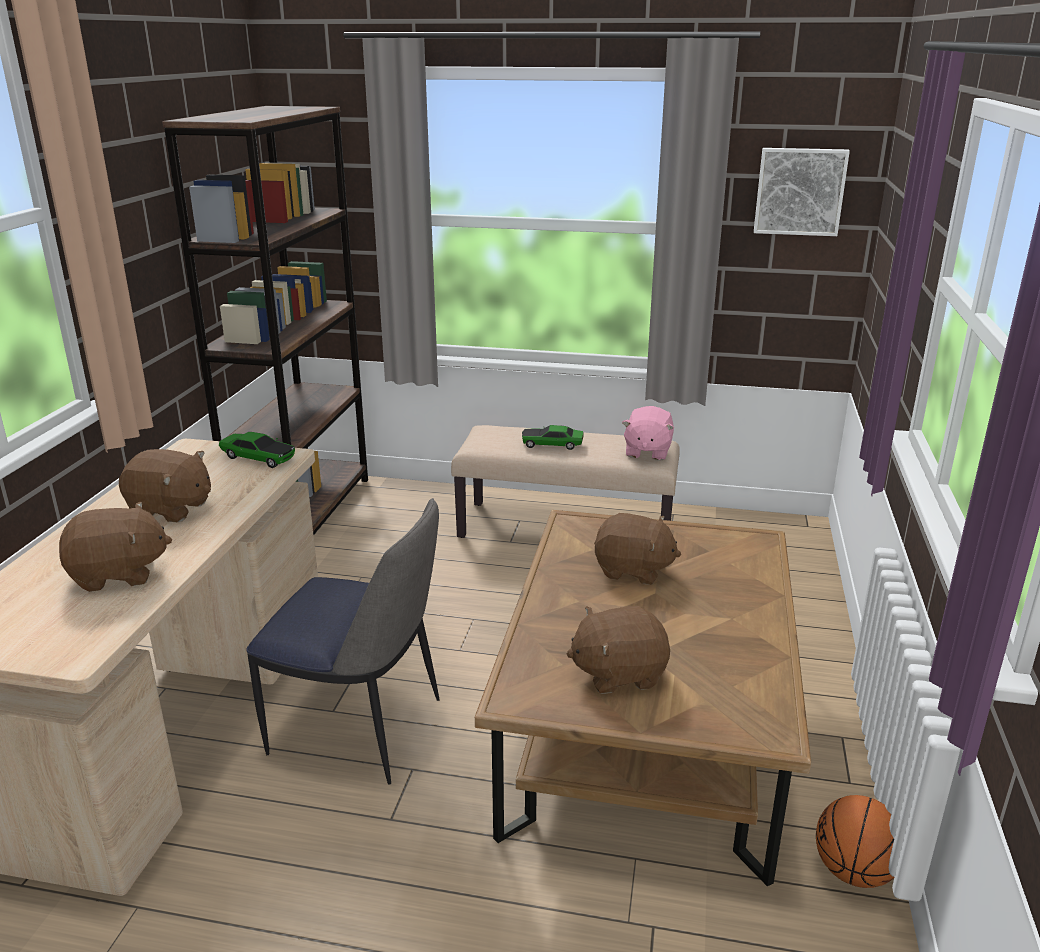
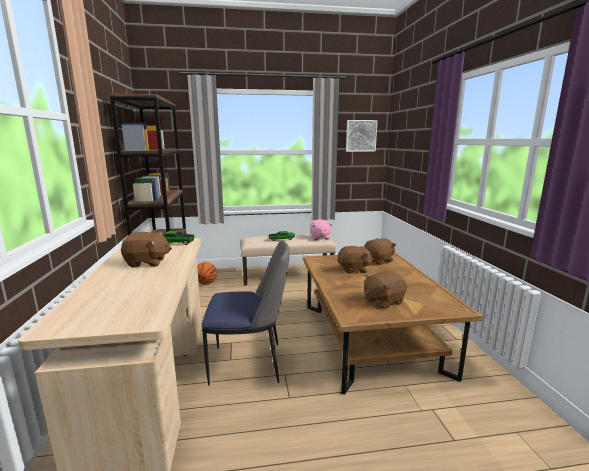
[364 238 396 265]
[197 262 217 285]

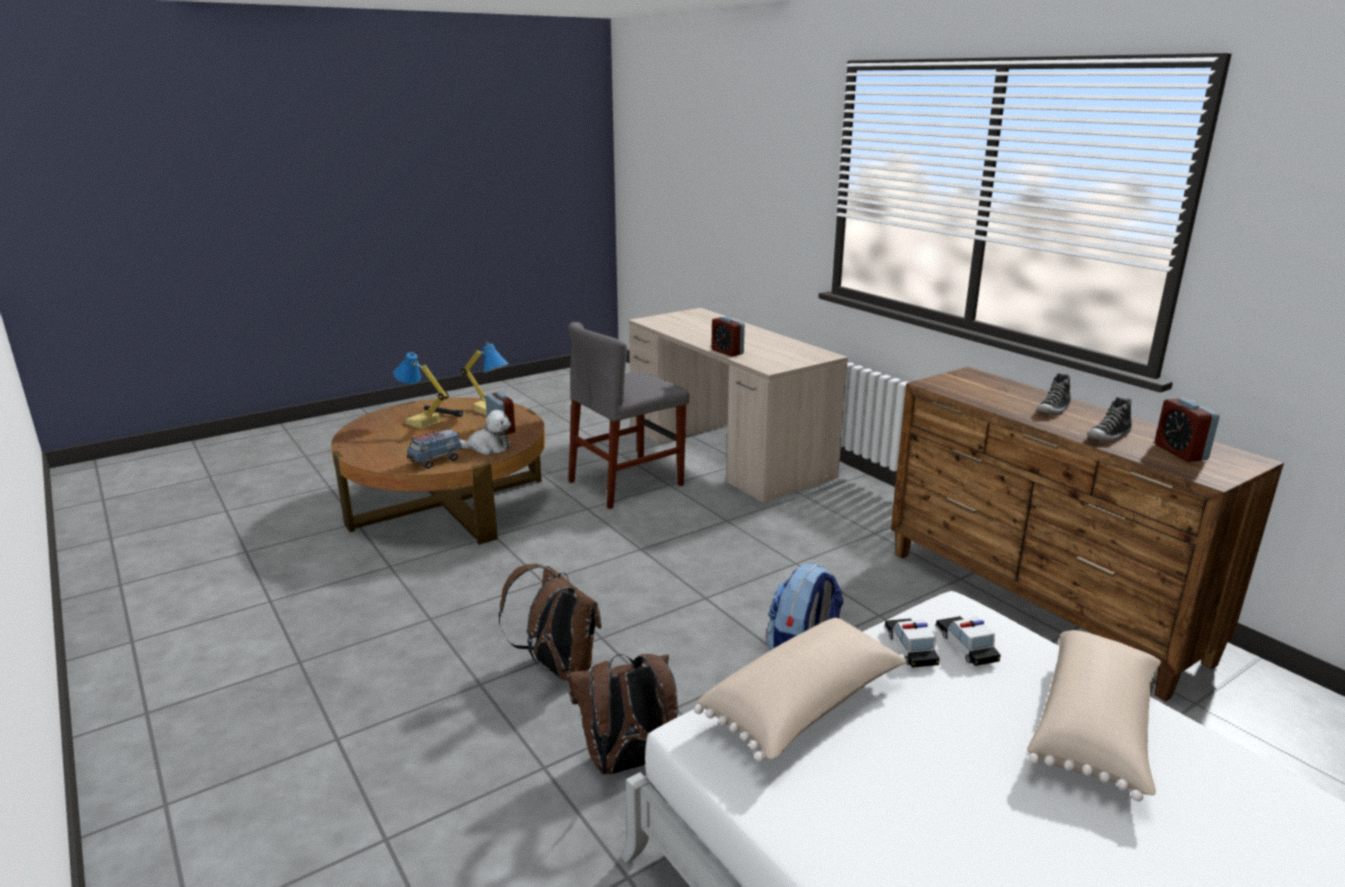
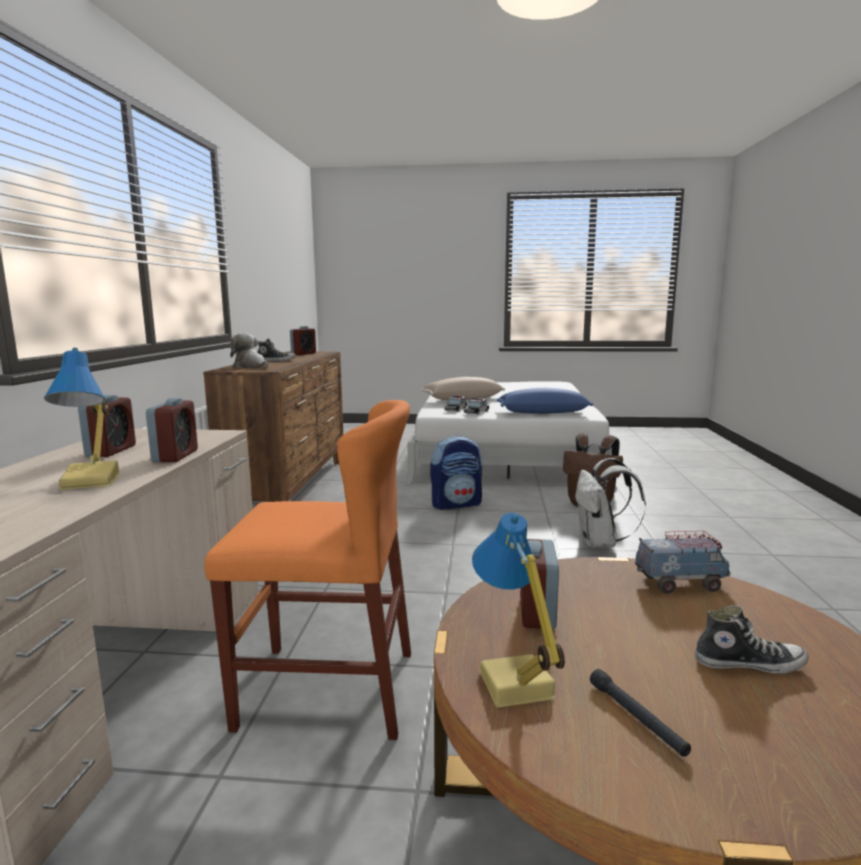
[204 400 411 740]
[44 348 120 490]
[695 605 809 674]
[230 333 268 369]
[575 458 646 547]
[497 388 593 414]
[78 395 136 457]

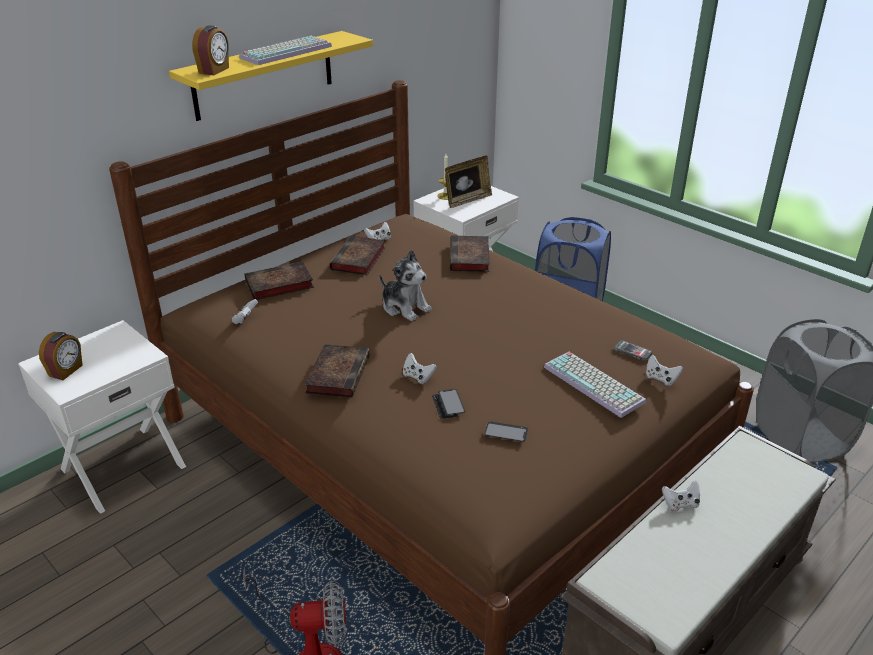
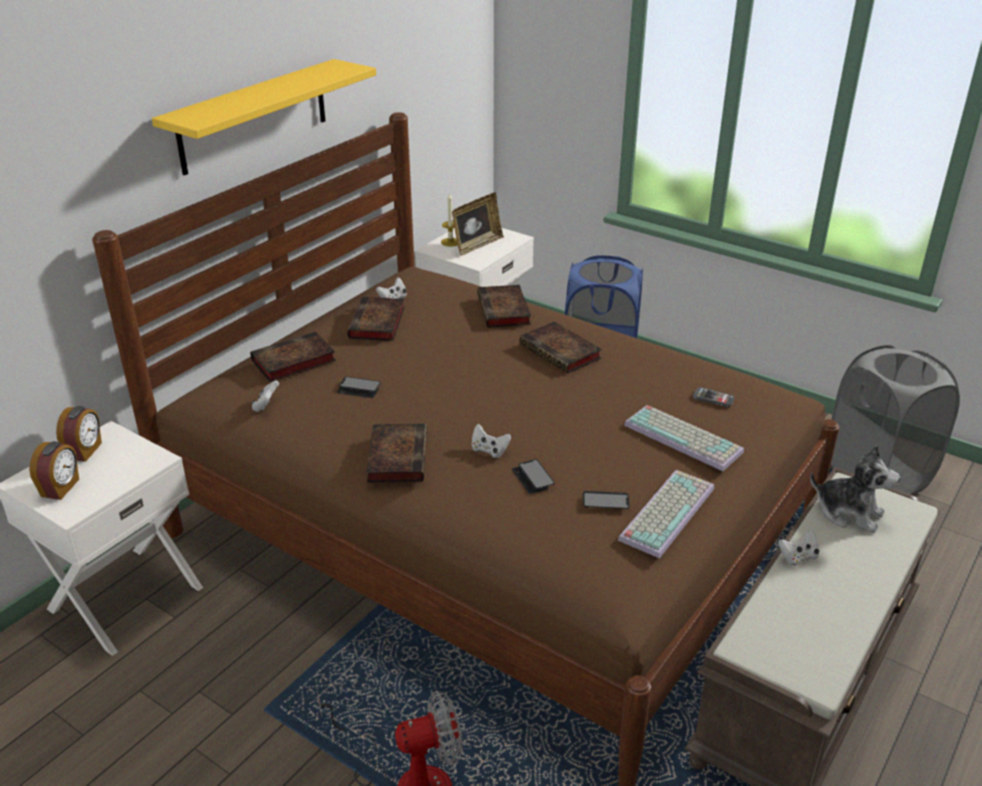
[56 406 102 462]
[618 470 714 558]
[810 445 900 533]
[646 355 683 386] (first image)
[520 322 602 374]
[337 377 381 398]

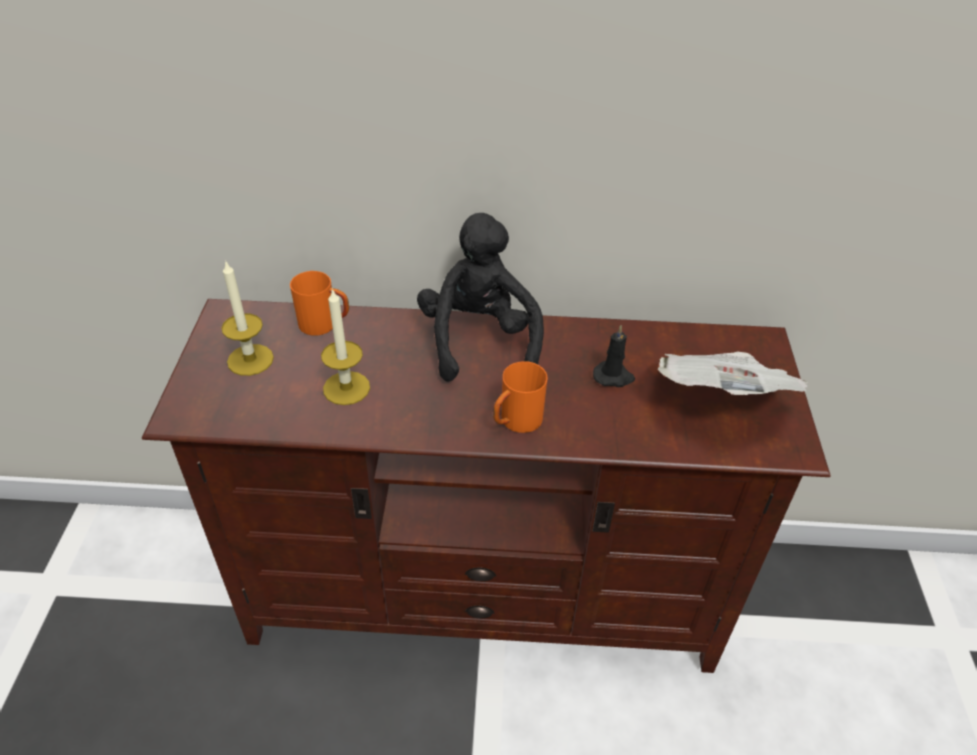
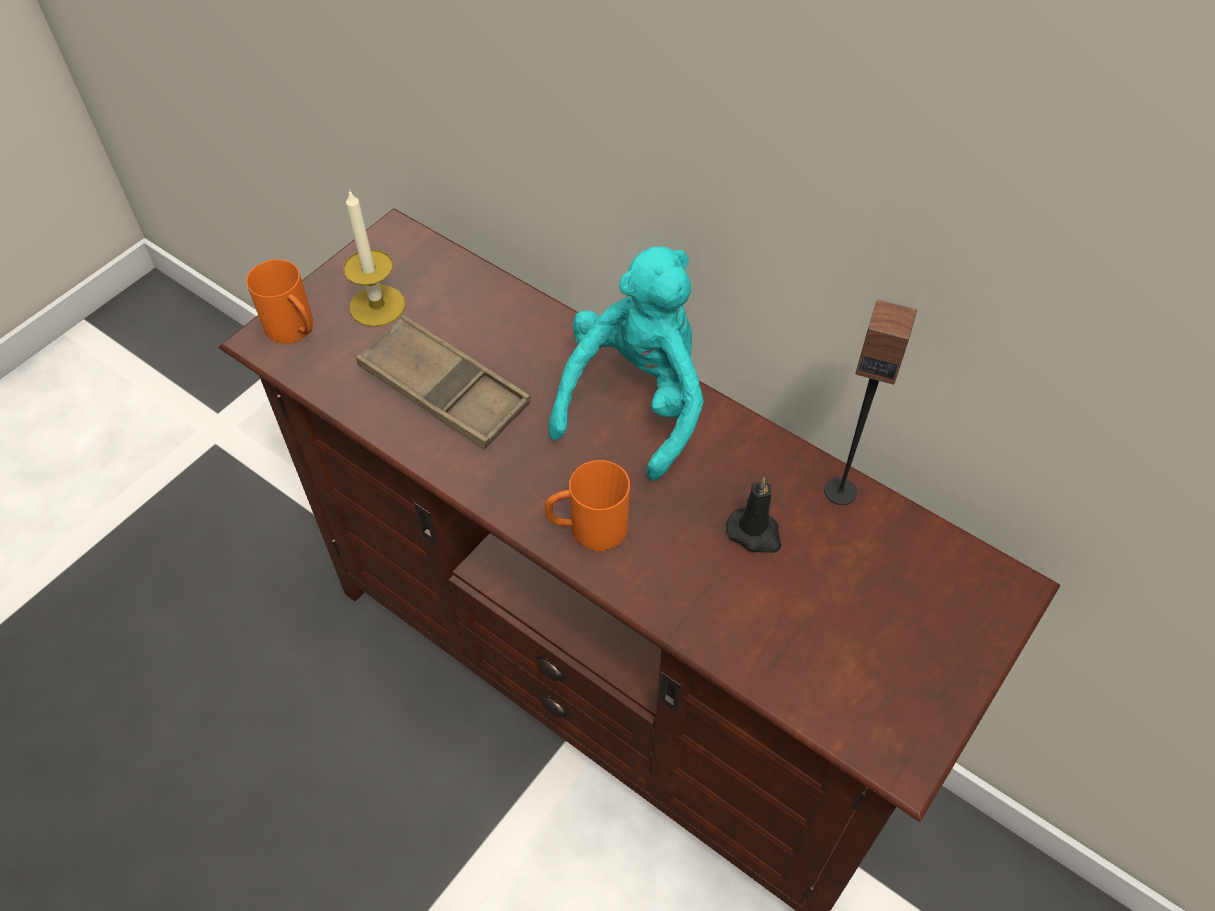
[548 247 704 481]
[246 259 313 344]
[356 315 530 450]
[657 352 808 395] (first image)
[824 299 917 505]

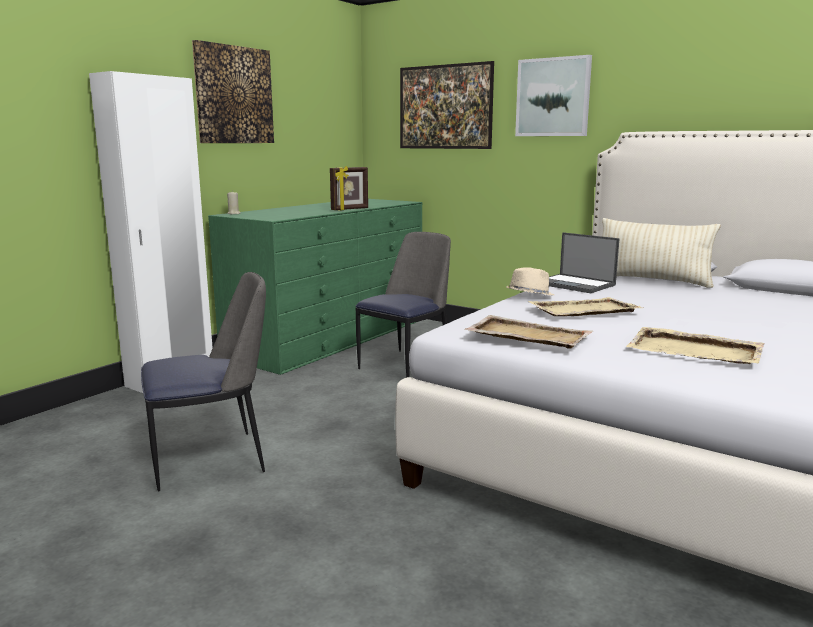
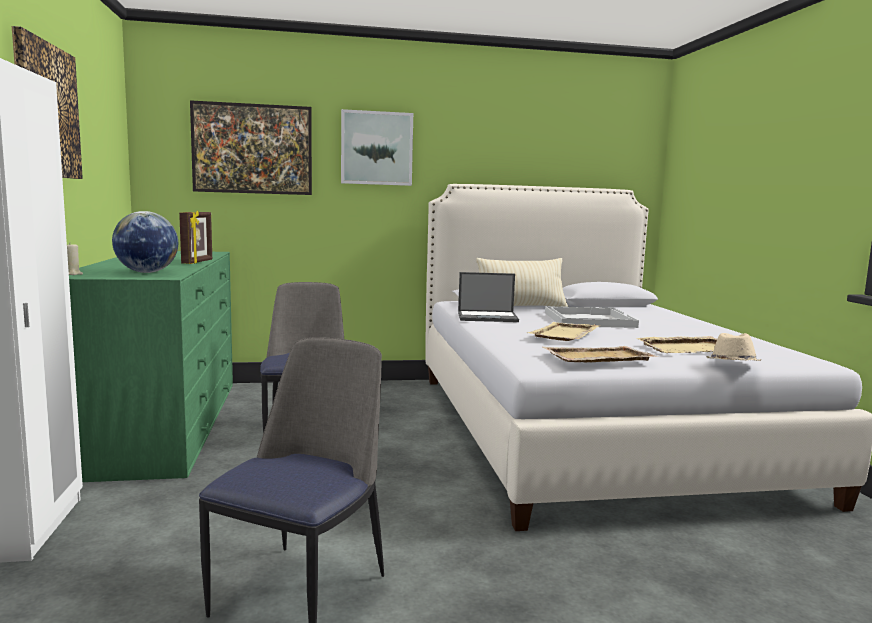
[706 333 761 361]
[112 211 178 273]
[545 306 639 328]

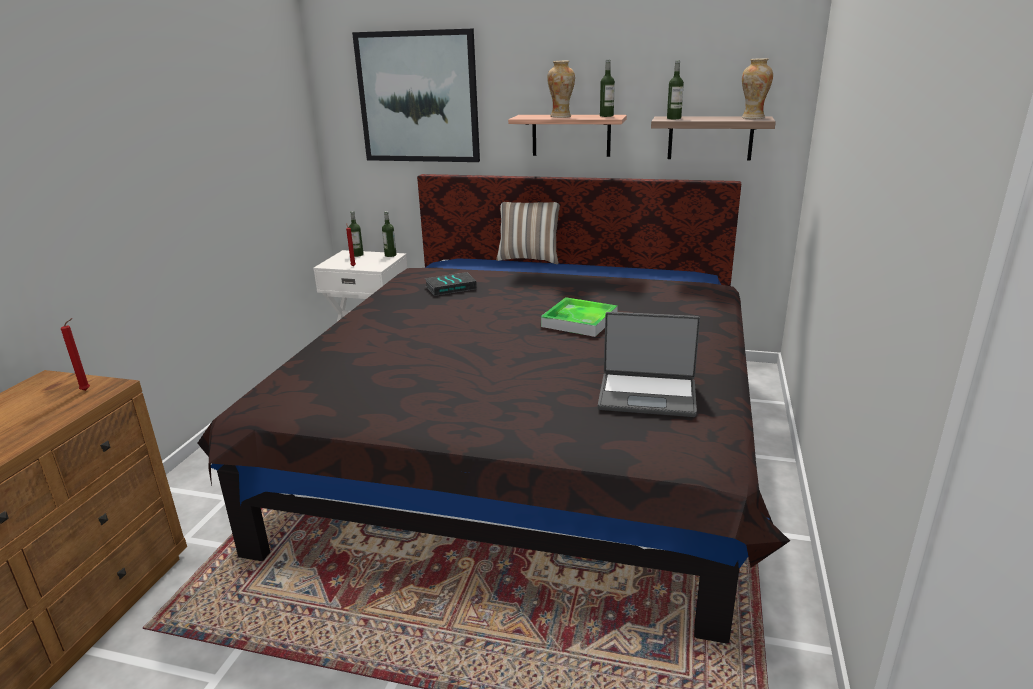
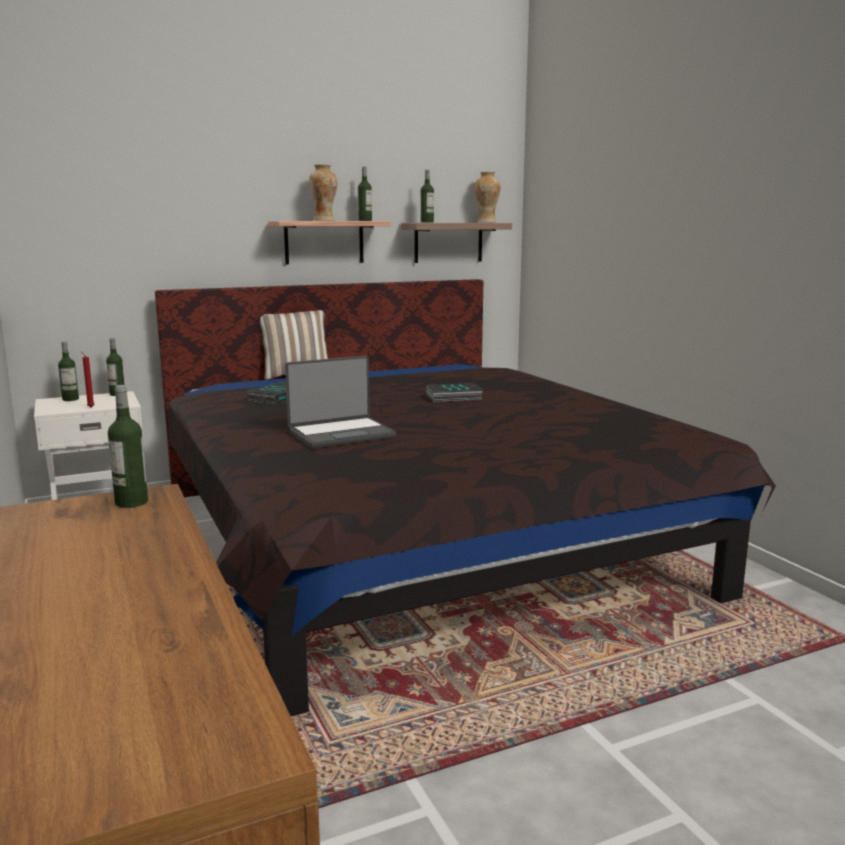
[352 29 480 162] (first image)
[426 383 483 402]
[285 356 396 449]
[108 385 148 508]

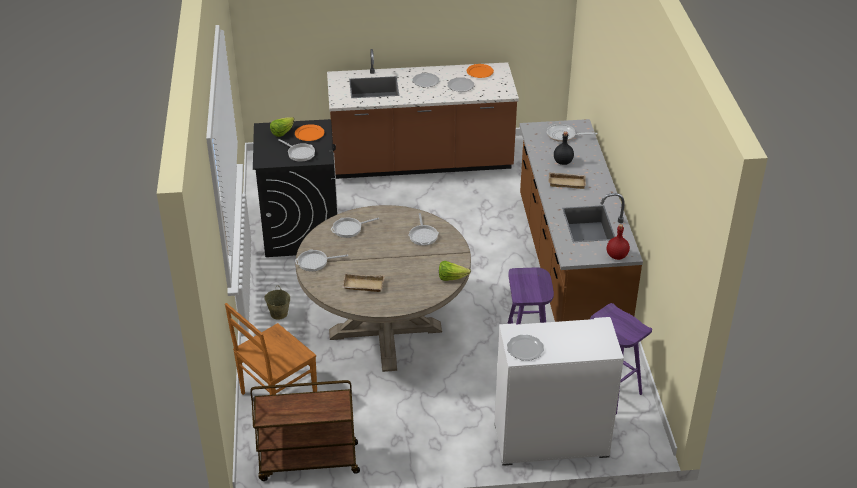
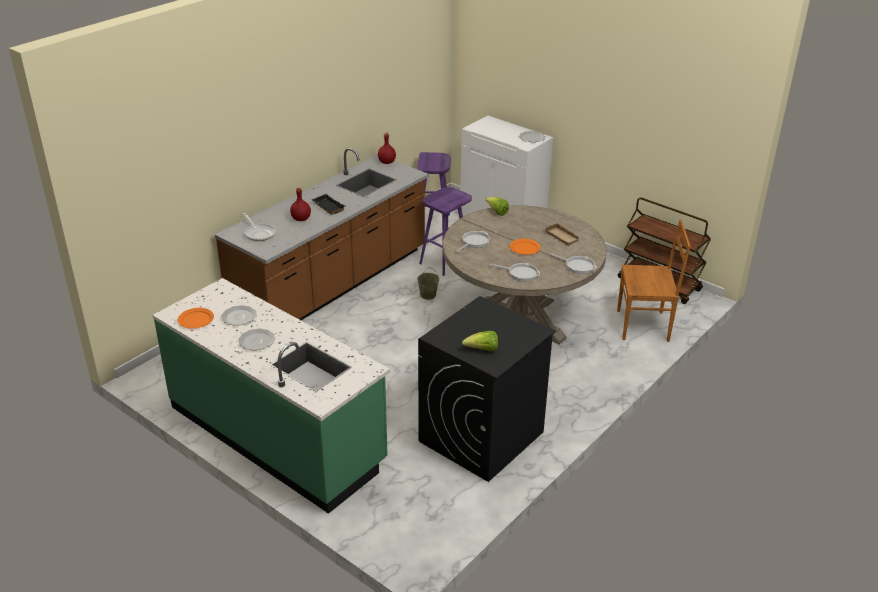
[152 278 390 514]
[510 239 541 255]
[290 187 311 221]
[278 139 315 162] (first image)
[312 194 345 215]
[417 268 439 300]

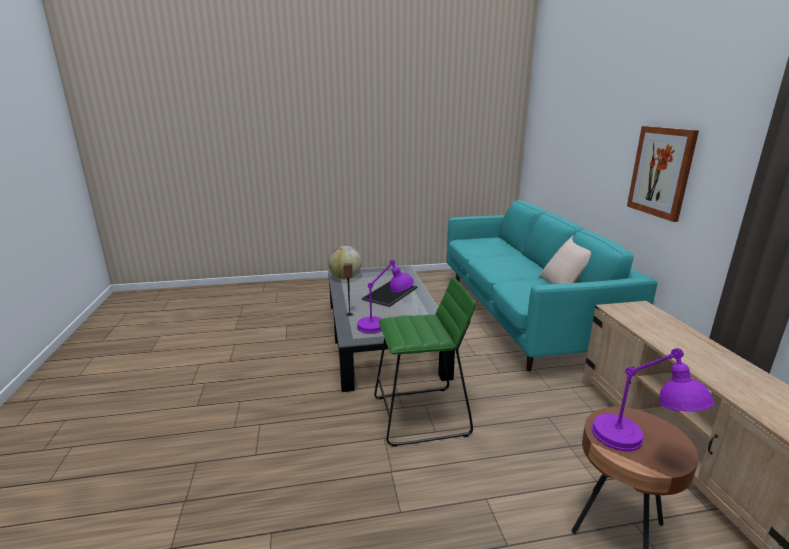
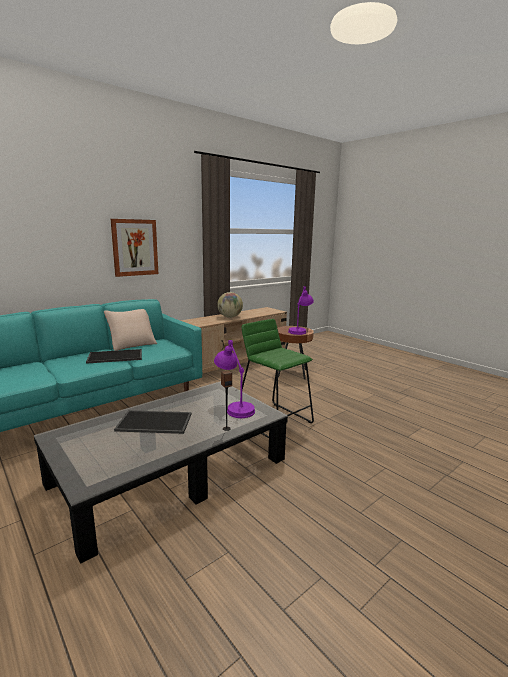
[217 292 243 318]
[86 349 142 364]

